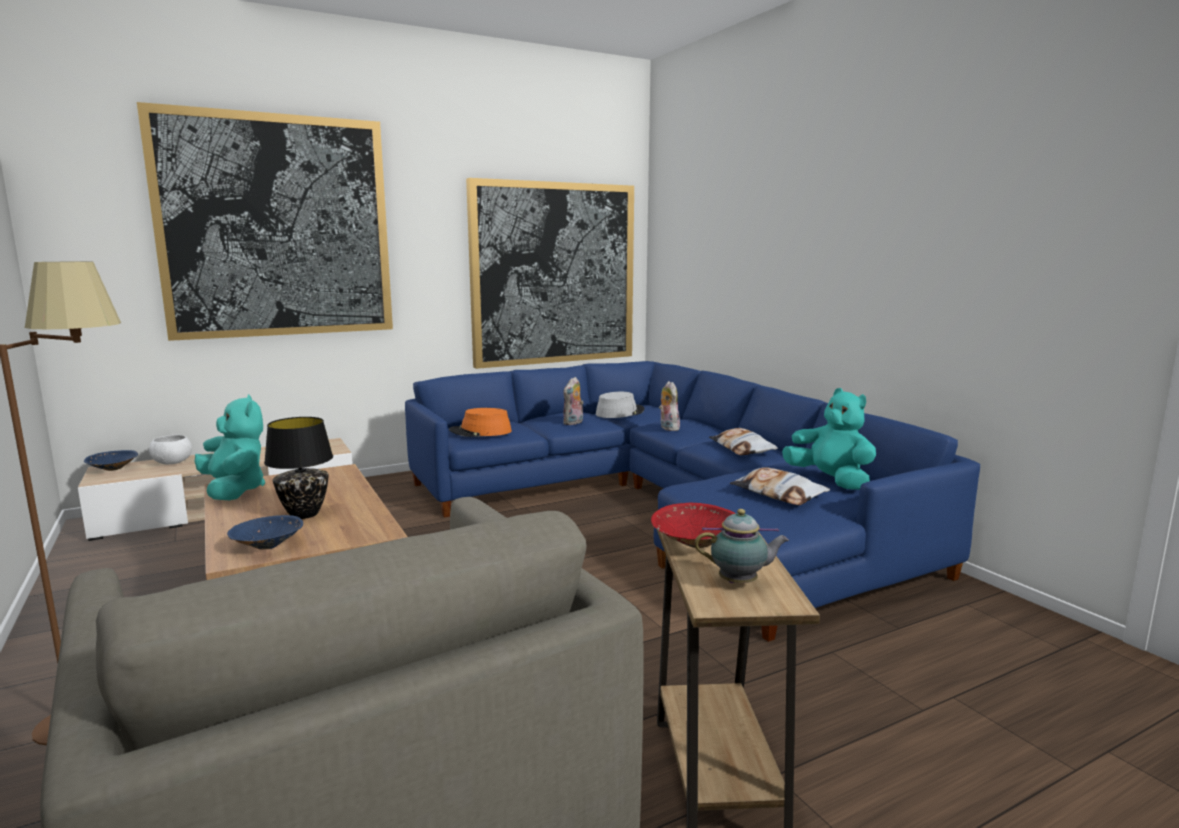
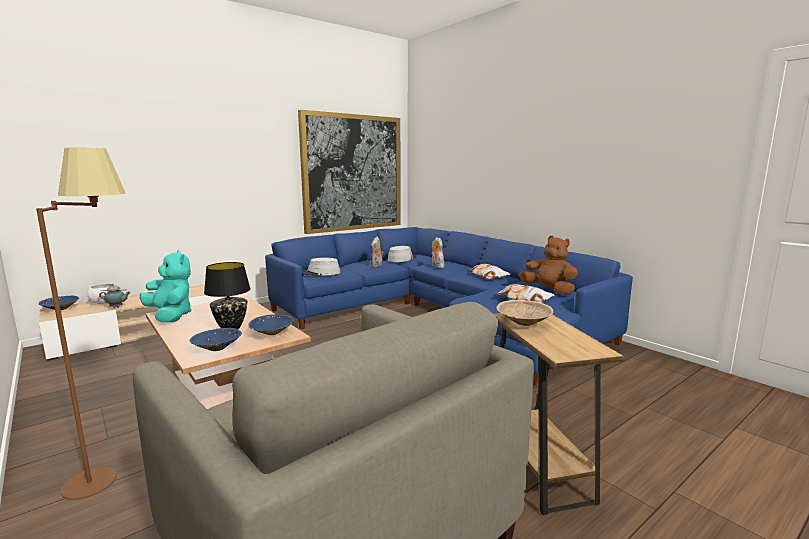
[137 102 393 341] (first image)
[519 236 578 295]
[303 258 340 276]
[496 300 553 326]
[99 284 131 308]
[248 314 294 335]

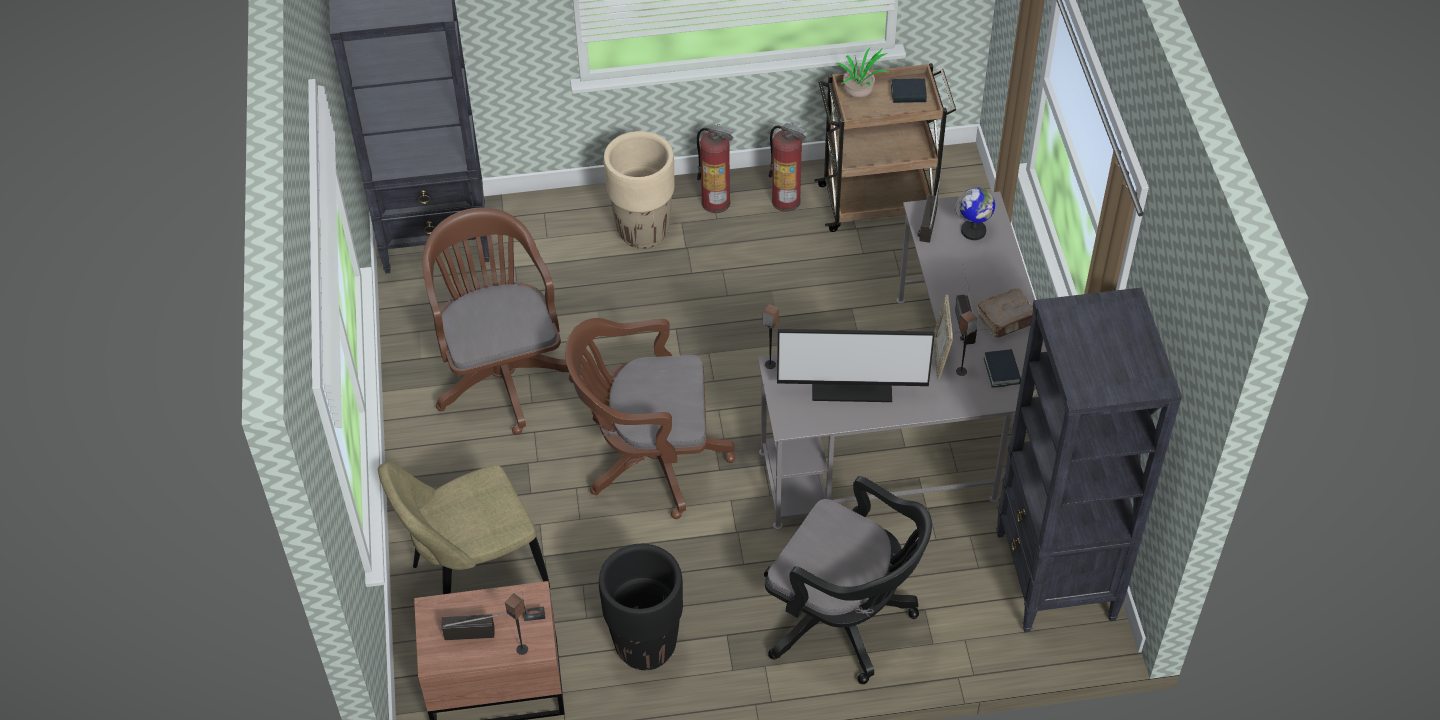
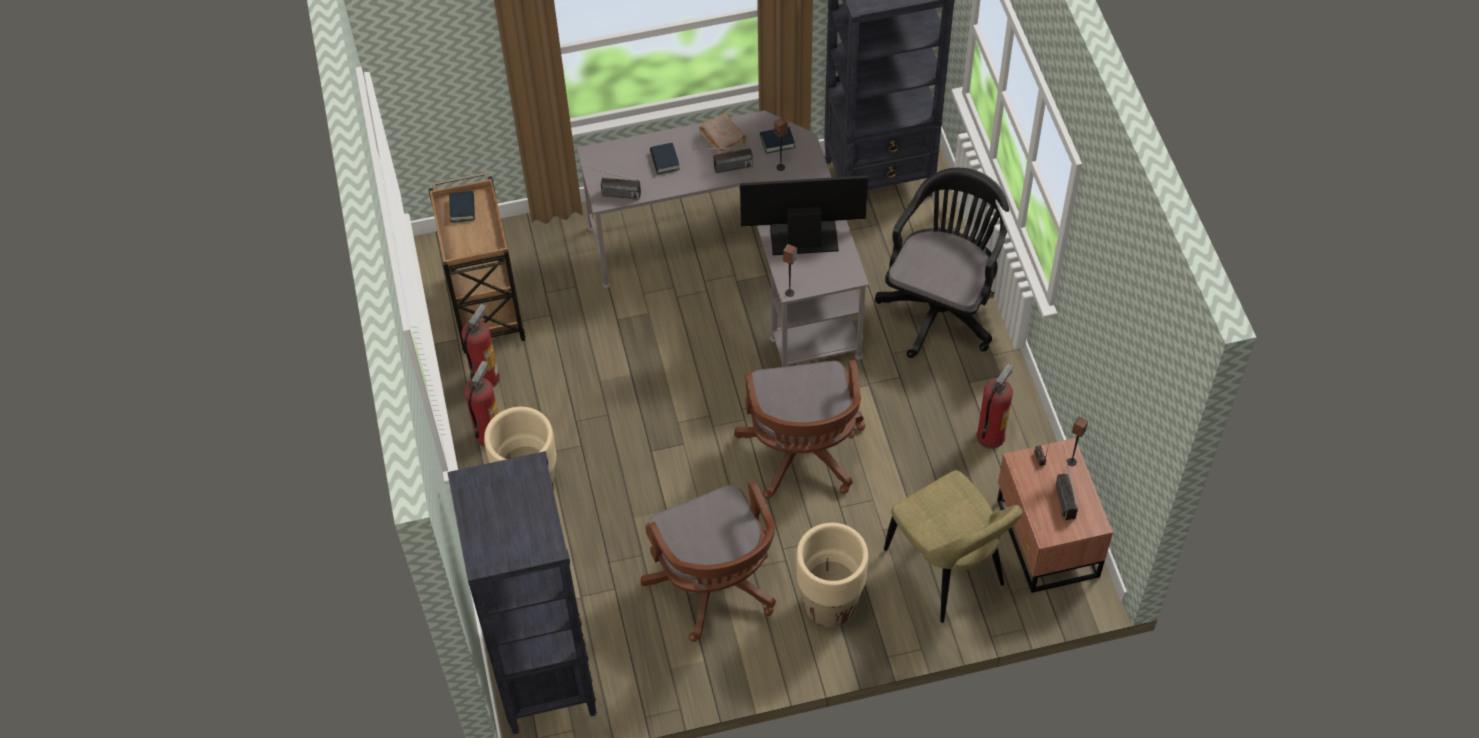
[836 47 890 98] (first image)
[954 188 995 240] (first image)
[640 481 776 642]
[934 295 953 379] (first image)
[740 175 868 255]
[977 363 1014 449]
[650 143 680 174]
[796 523 868 627]

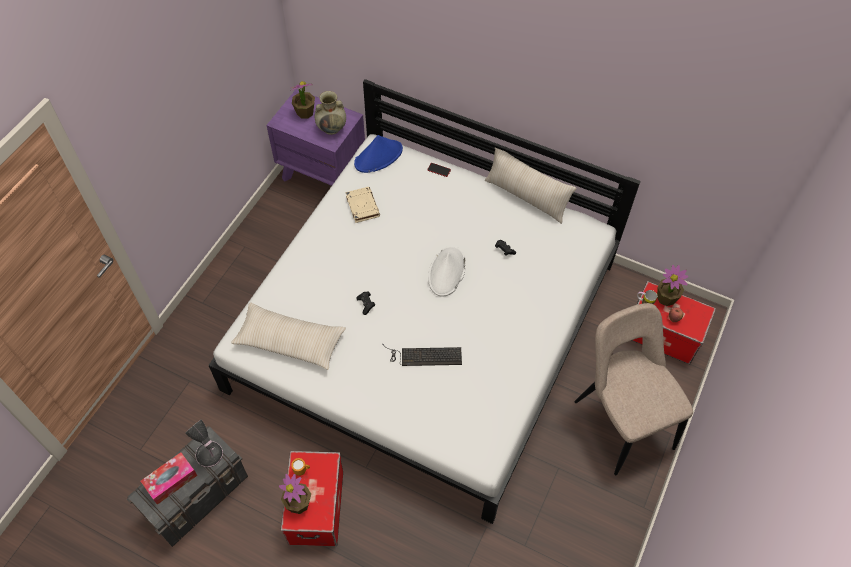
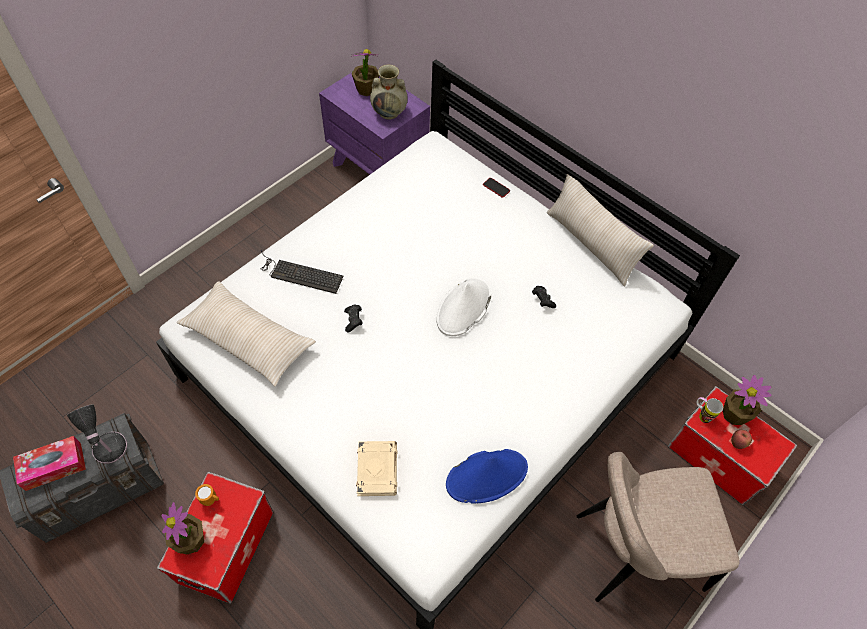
[446 449 528 504]
[356 441 397 496]
[577 452 740 602]
[261 250 344 294]

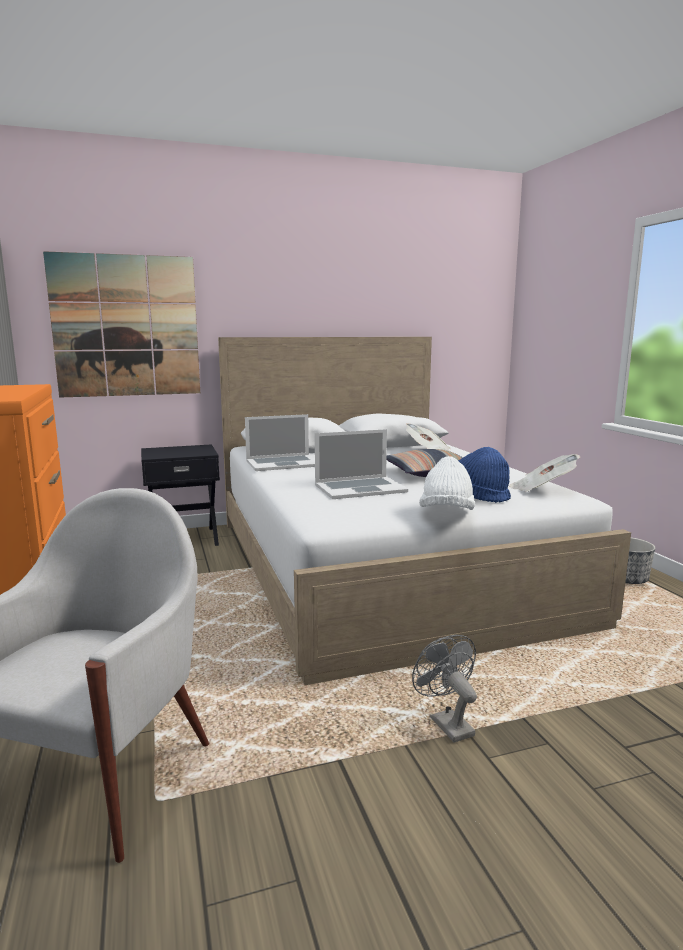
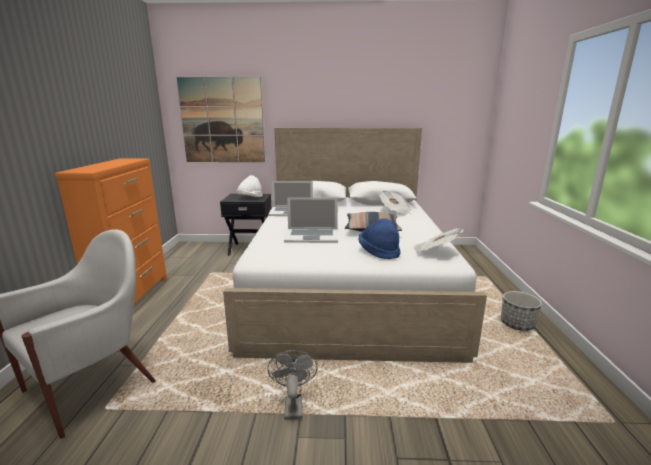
[236 175 263 197]

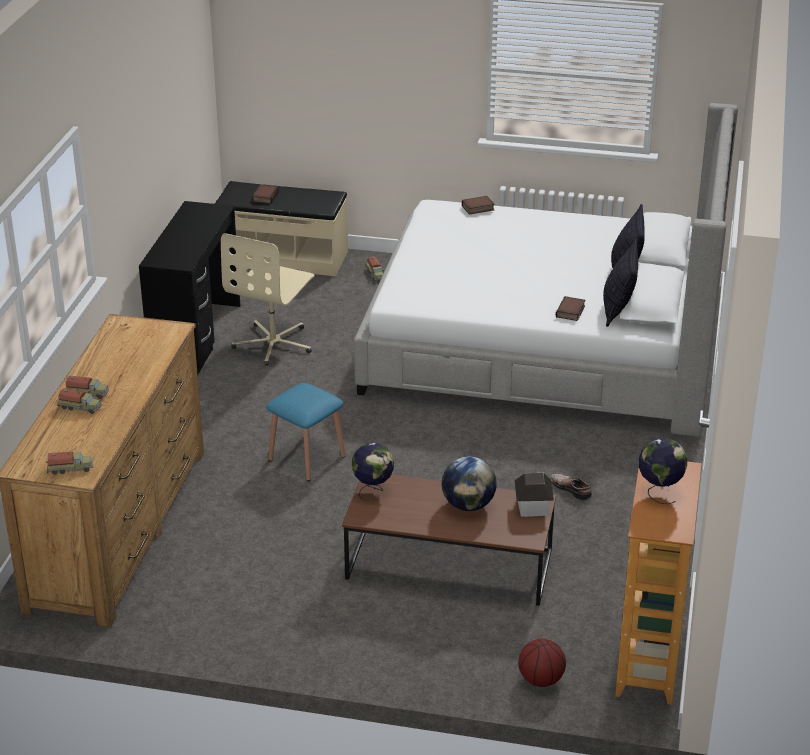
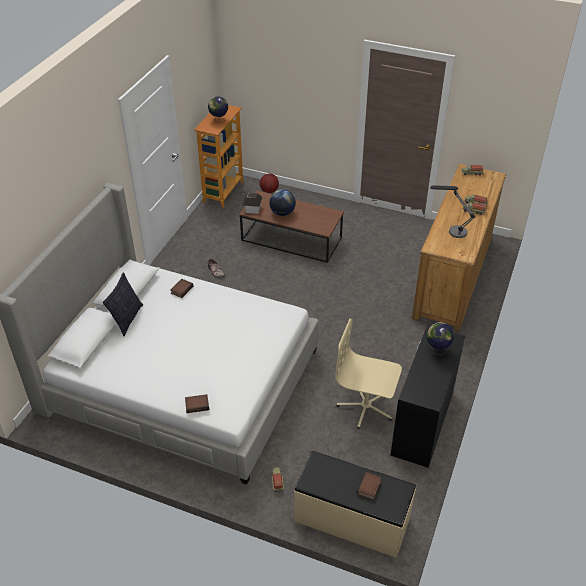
[335 319 402 429]
[603 239 638 327] (first image)
[266 383 346 481] (first image)
[427 322 454 355]
[430 185 476 238]

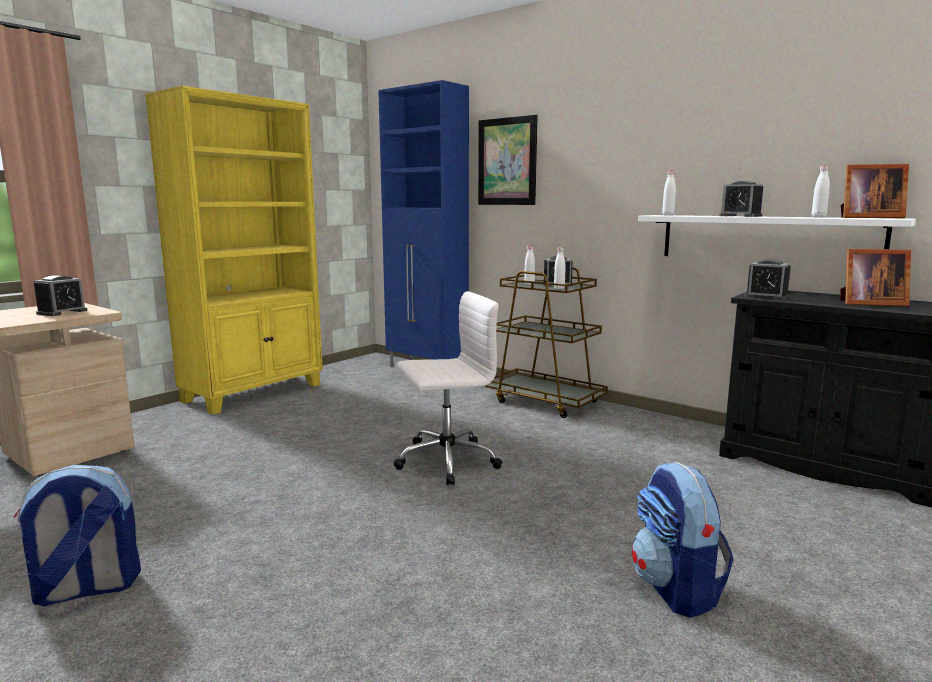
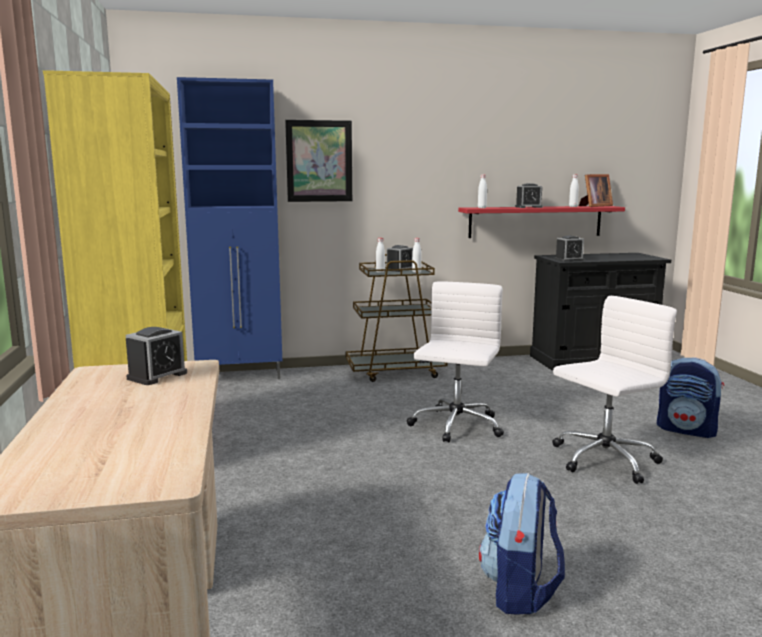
[458 206 625 238]
[840 249 911 306] (first image)
[126 327 187 385]
[552 296 677 484]

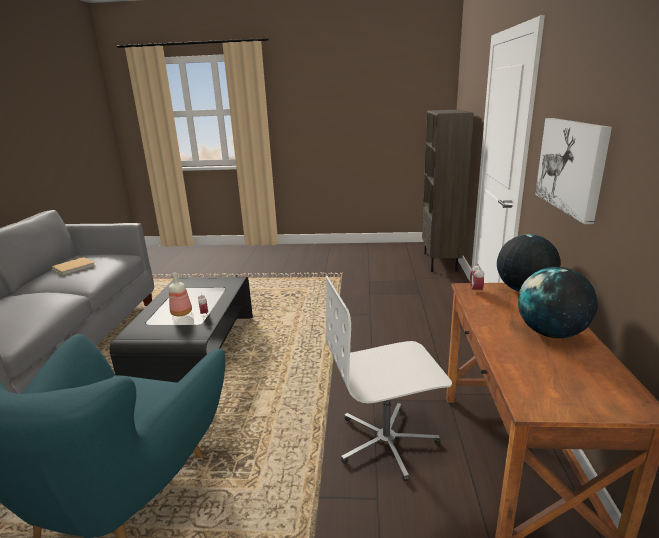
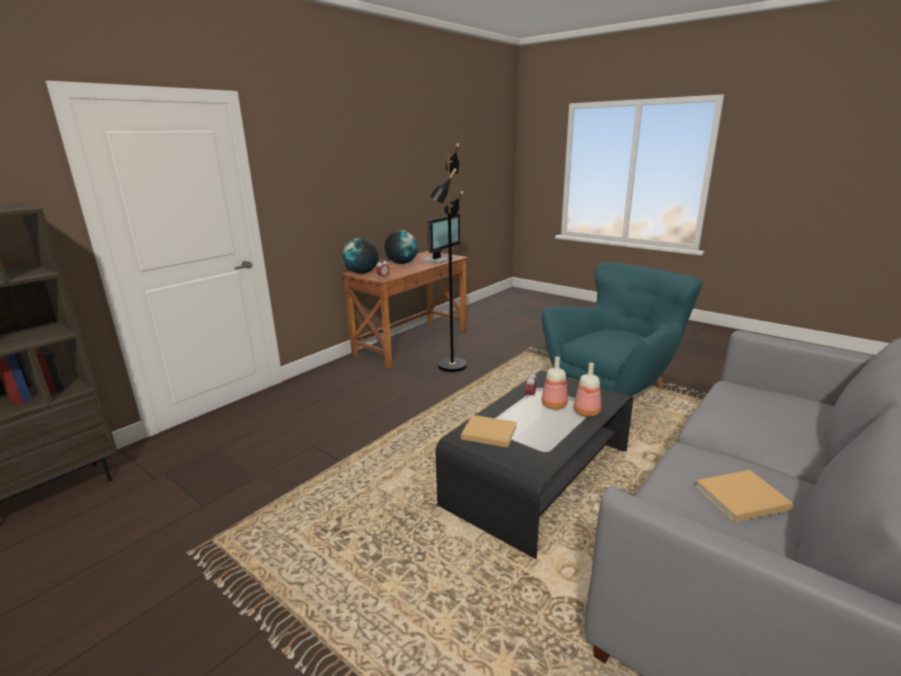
[535 118 612 224] (first image)
[429 143 467 372]
[420 213 460 264]
[574 363 601 417]
[461 415 517 448]

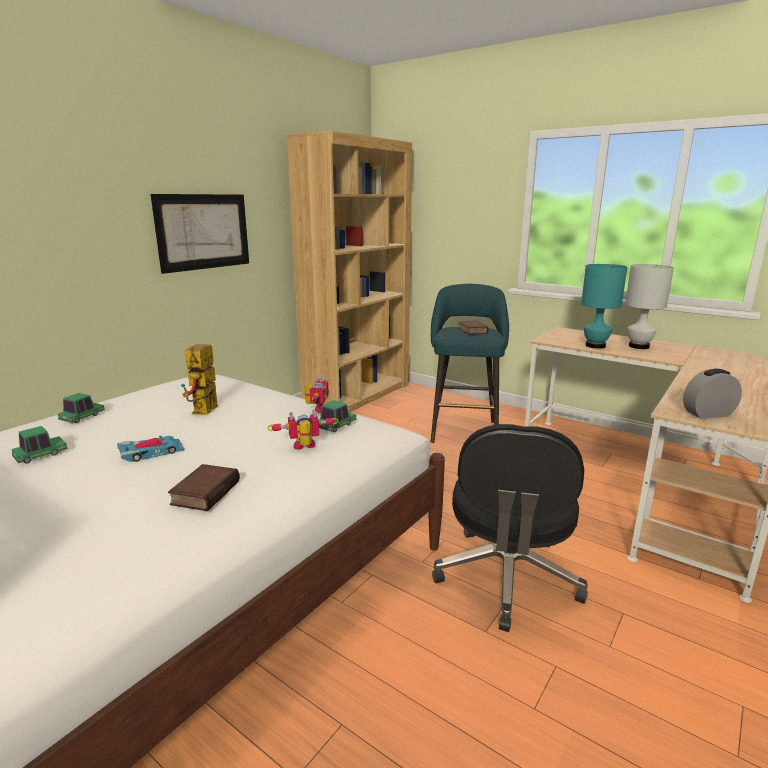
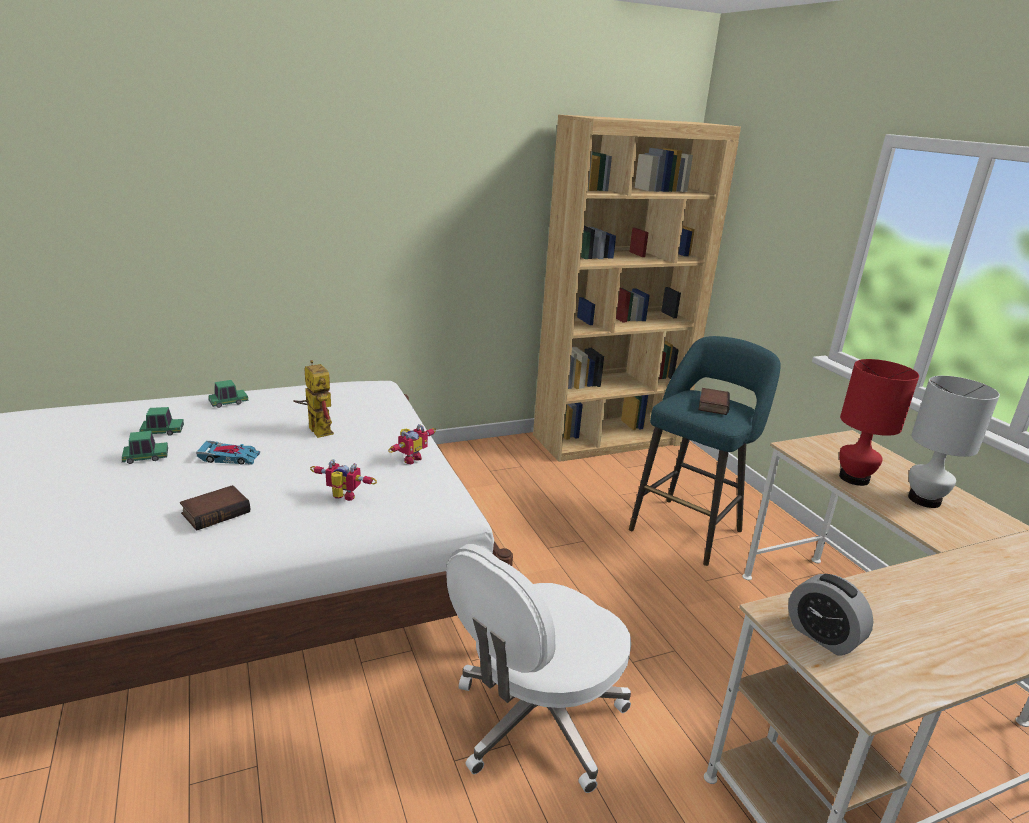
[150 194 249 274] (first image)
[839 359 919 486]
[293 360 334 438]
[788 574 873 655]
[122 431 168 464]
[446 544 631 793]

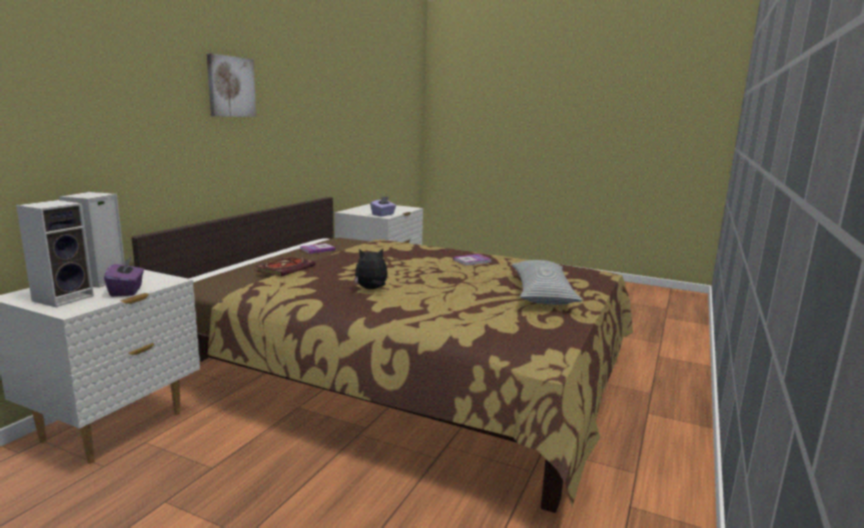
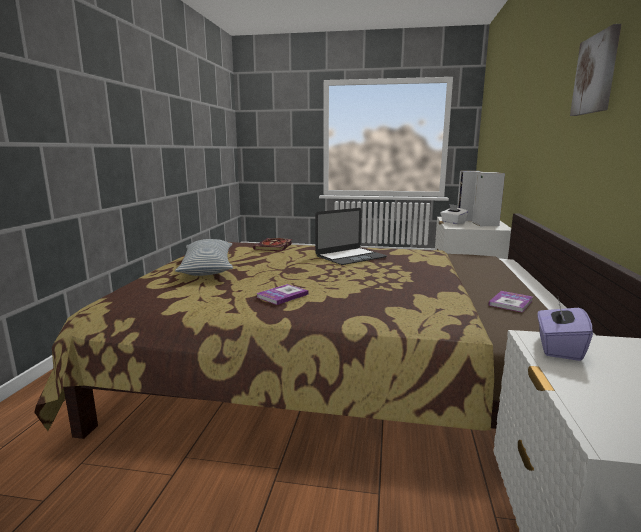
[315 208 387 265]
[253 238 292 251]
[440 204 468 224]

